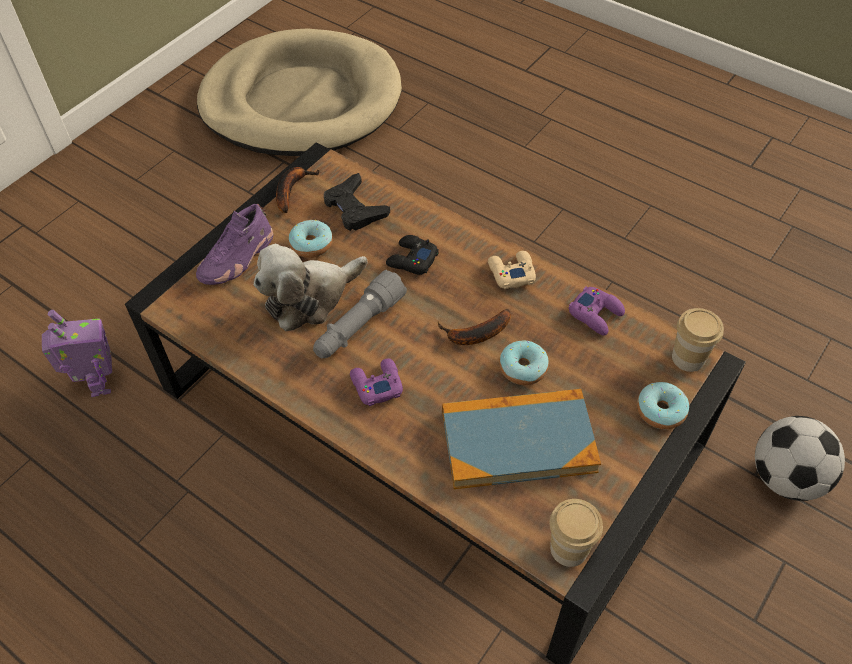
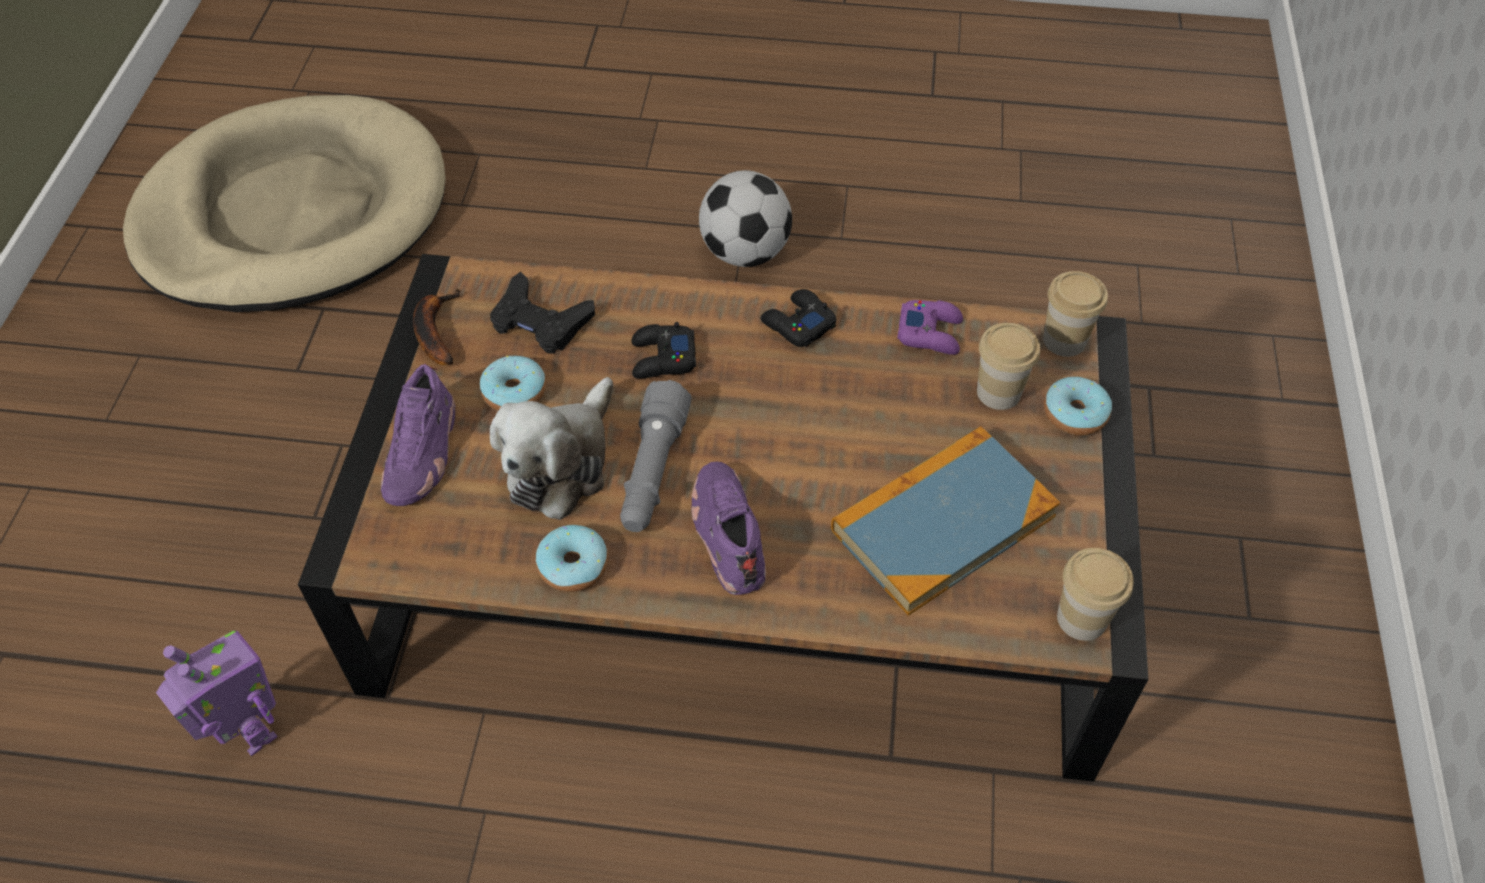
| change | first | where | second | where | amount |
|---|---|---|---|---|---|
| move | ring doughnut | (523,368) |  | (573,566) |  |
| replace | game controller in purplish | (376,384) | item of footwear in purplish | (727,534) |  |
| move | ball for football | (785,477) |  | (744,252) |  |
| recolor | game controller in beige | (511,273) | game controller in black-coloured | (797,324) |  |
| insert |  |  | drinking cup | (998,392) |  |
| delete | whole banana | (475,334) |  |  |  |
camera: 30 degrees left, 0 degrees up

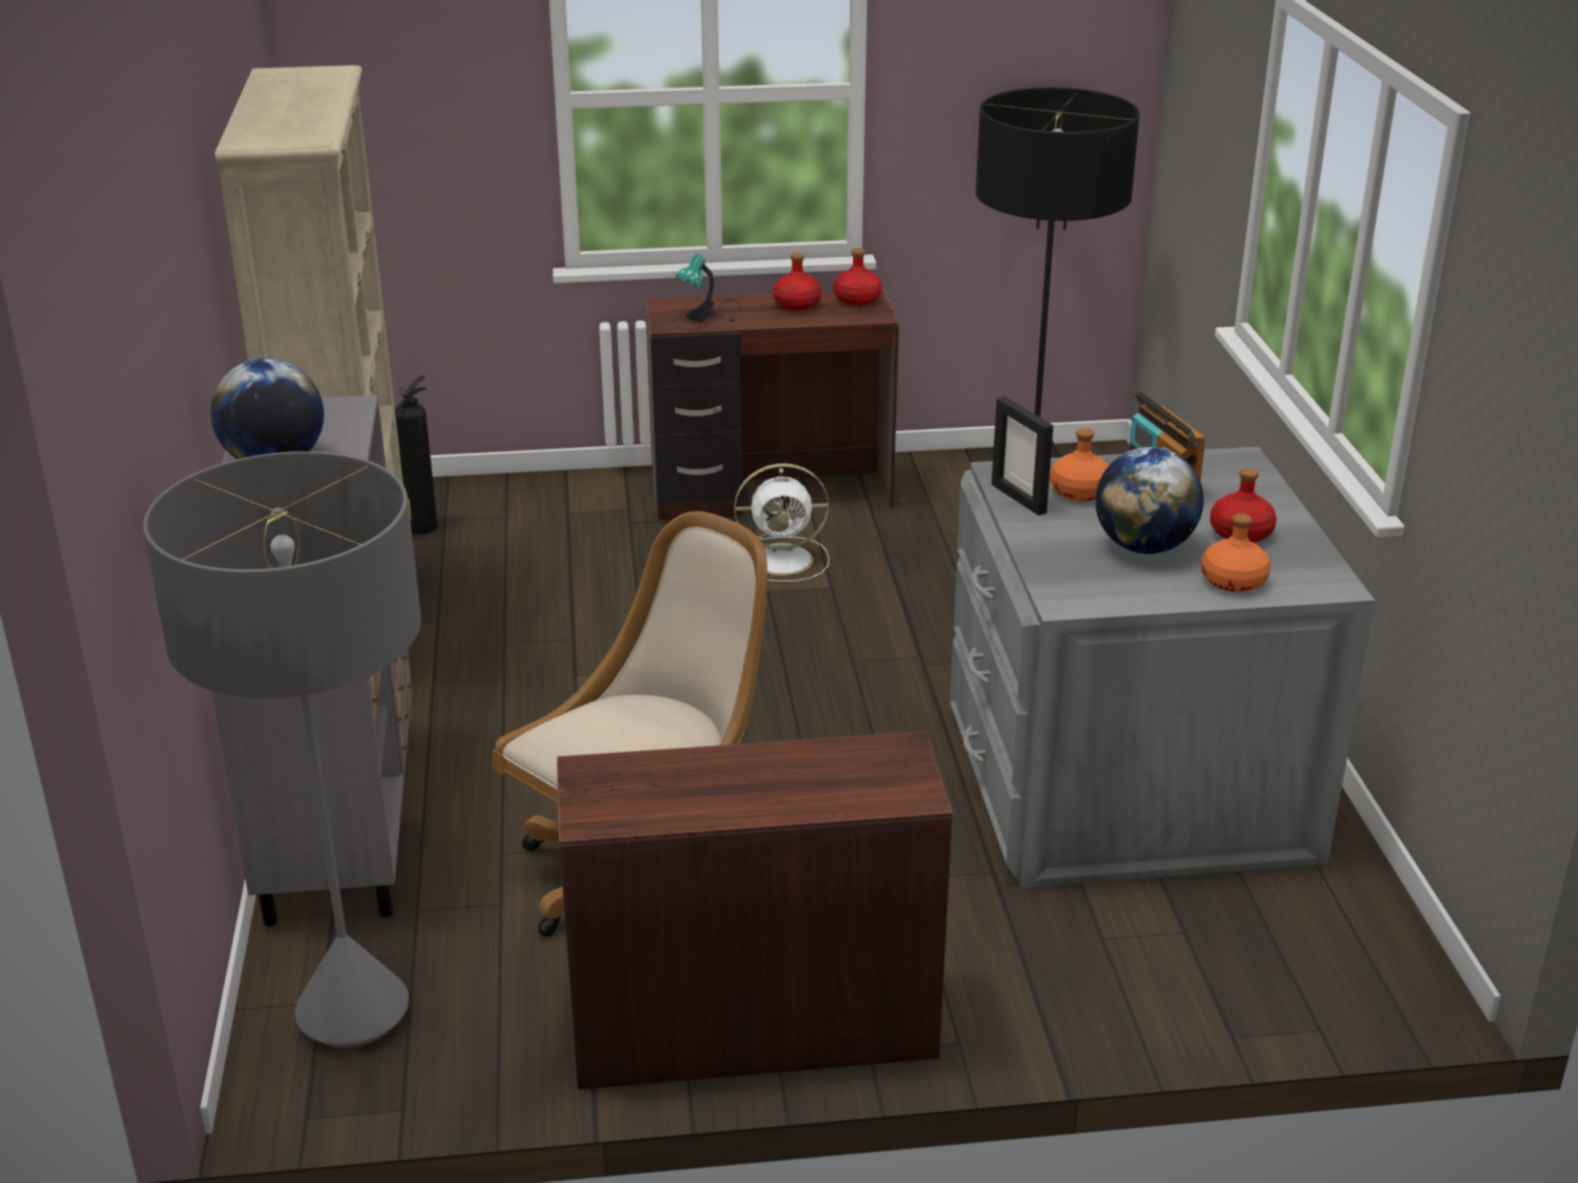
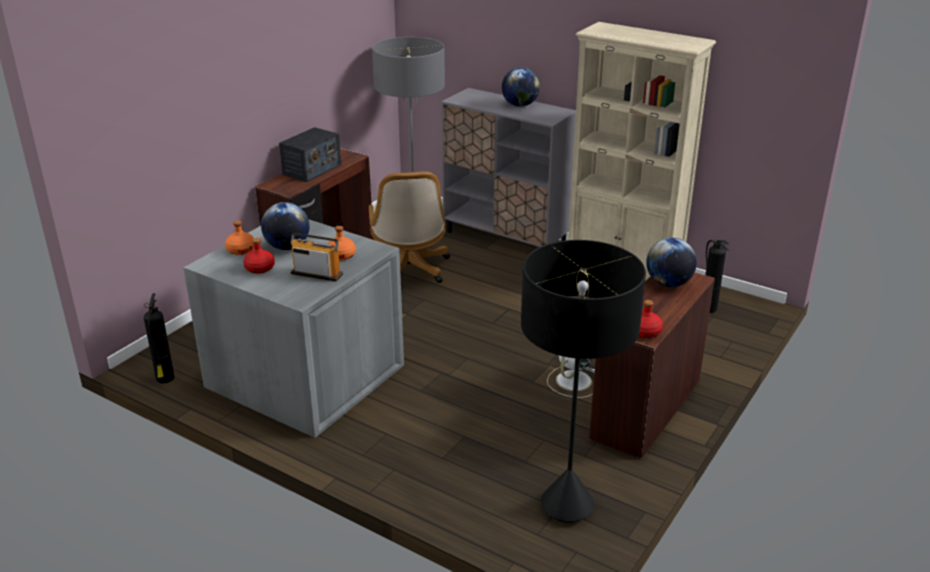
| change | first | where | second | where | amount |
|---|---|---|---|---|---|
| insert |  |  | extinguisher | (165,379) |  |
| insert |  |  | radio set | (311,169) |  |
| replace | tabletop lamp | (708,316) | desk globe | (668,283) |  |
| delete | bottle in red | (797,304) |  |  |  |
| delete | photo frame | (1020,498) |  |  |  |
camera: 130 degrees right, 0 degrees up

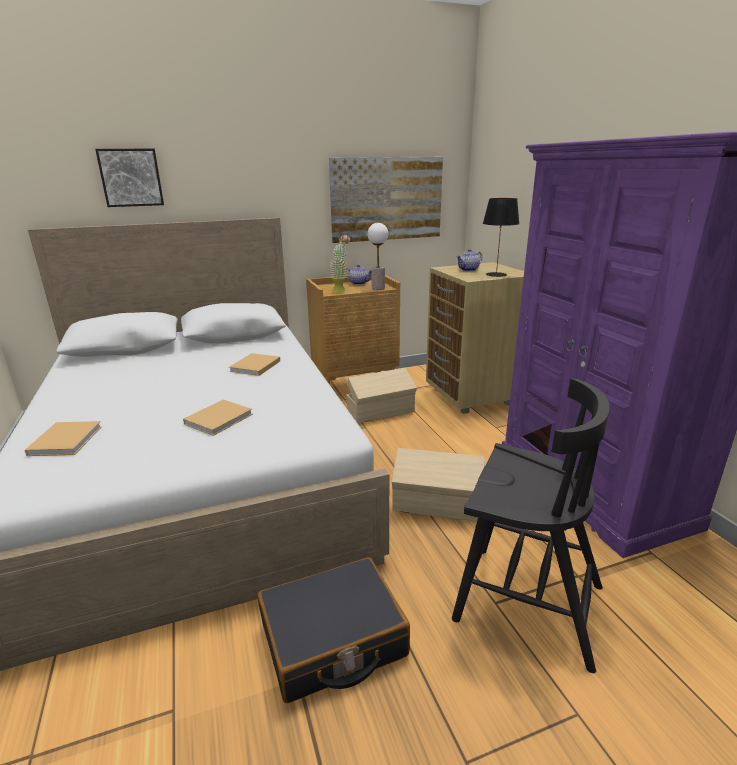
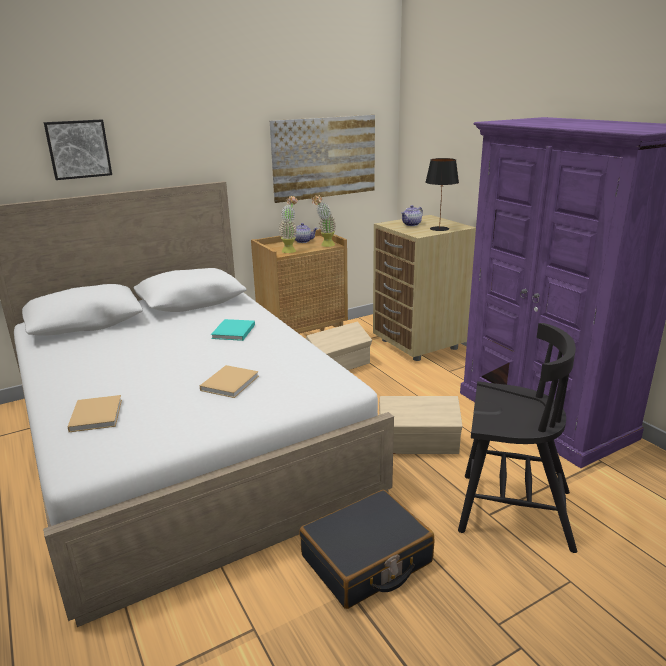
| change | first | where | second | where | amount |
|---|---|---|---|---|---|
| recolor | book in beige | (254,366) | book in turquoise | (233,332) |  |
| replace | tabletop lamp | (378,288) | potted plant | (325,245) |  |
camera: 10 degrees left, 0 degrees up

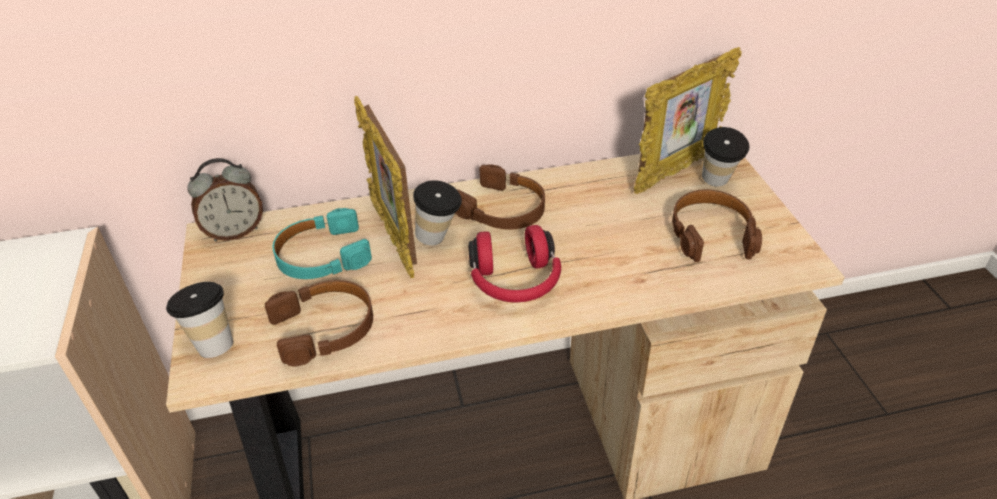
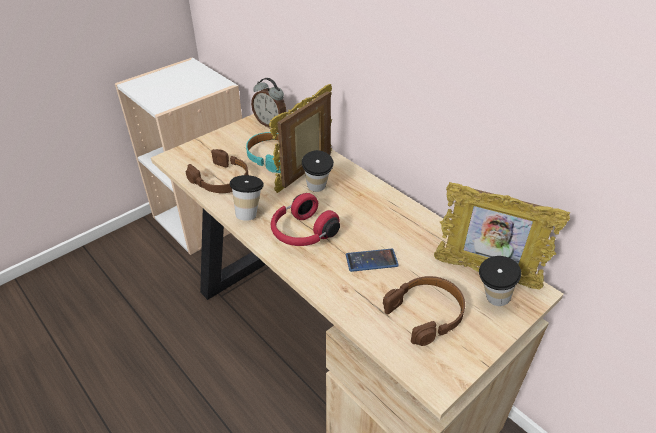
| change | first | where | second | where | amount |
|---|---|---|---|---|---|
| move | drinking cup | (212,342) |  | (249,213) |  |
| insert |  |  | phone | (371,260) |  |
| delete | pair of headphones in brown-coloured | (503,209) |  |  |  |
camera: 60 degrees right, 0 degrees up

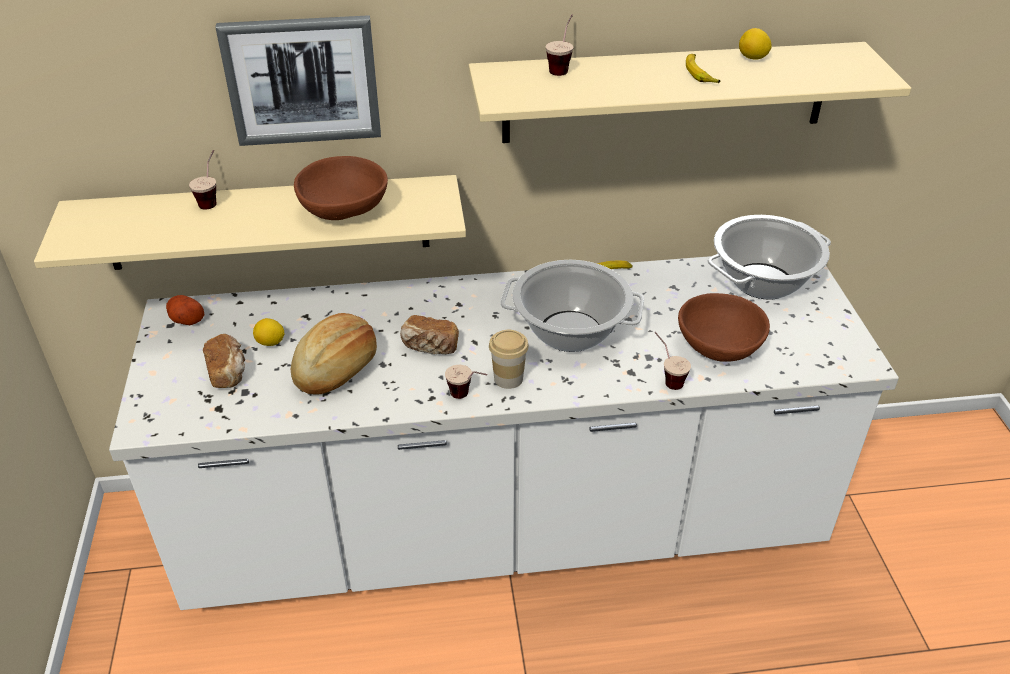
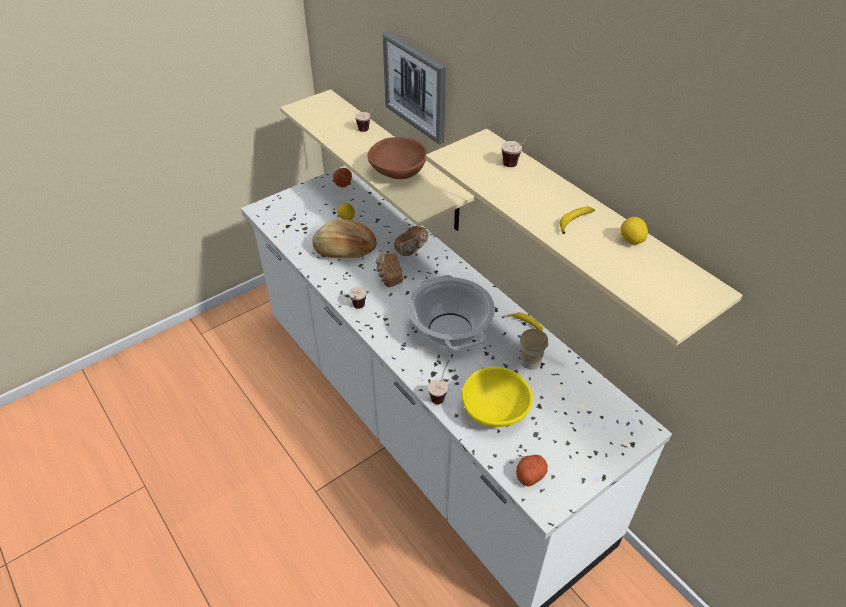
| change | first | where | second | where | amount |
|---|---|---|---|---|---|
| move | bakery bread | (228,372) |  | (412,248) |  |
| recolor | deep dish in brown-coloured | (719,347) | deep dish in yellowish | (494,411) |  |
| insert |  |  | potato | (530,474) |  |
| move | drinking cup | (508,378) |  | (530,361) |  |
| delete | stockpot | (763,281) |  |  |  |
camera: 60 degrees right, 5 degrees up

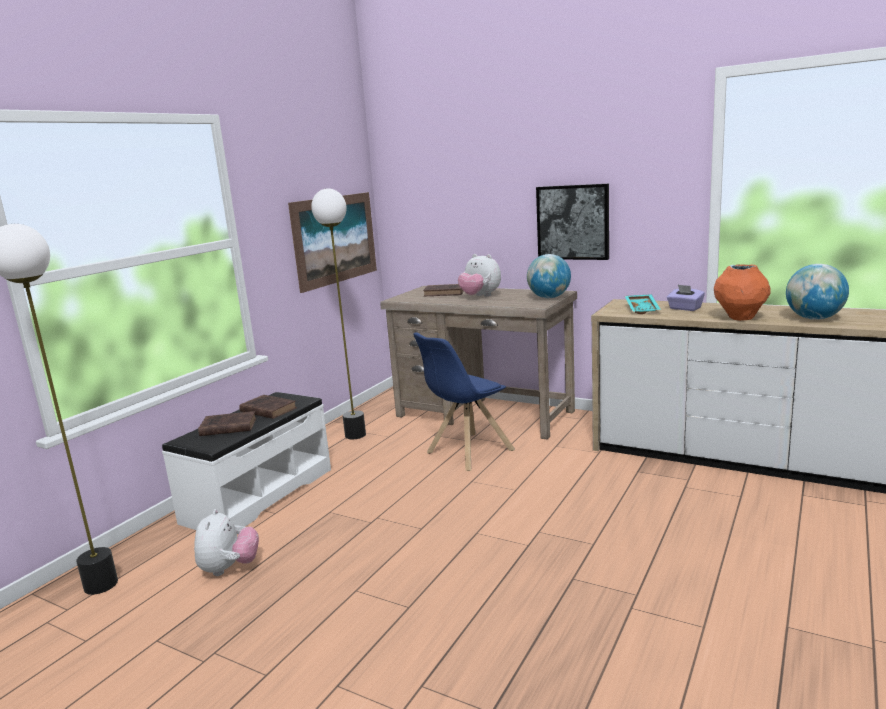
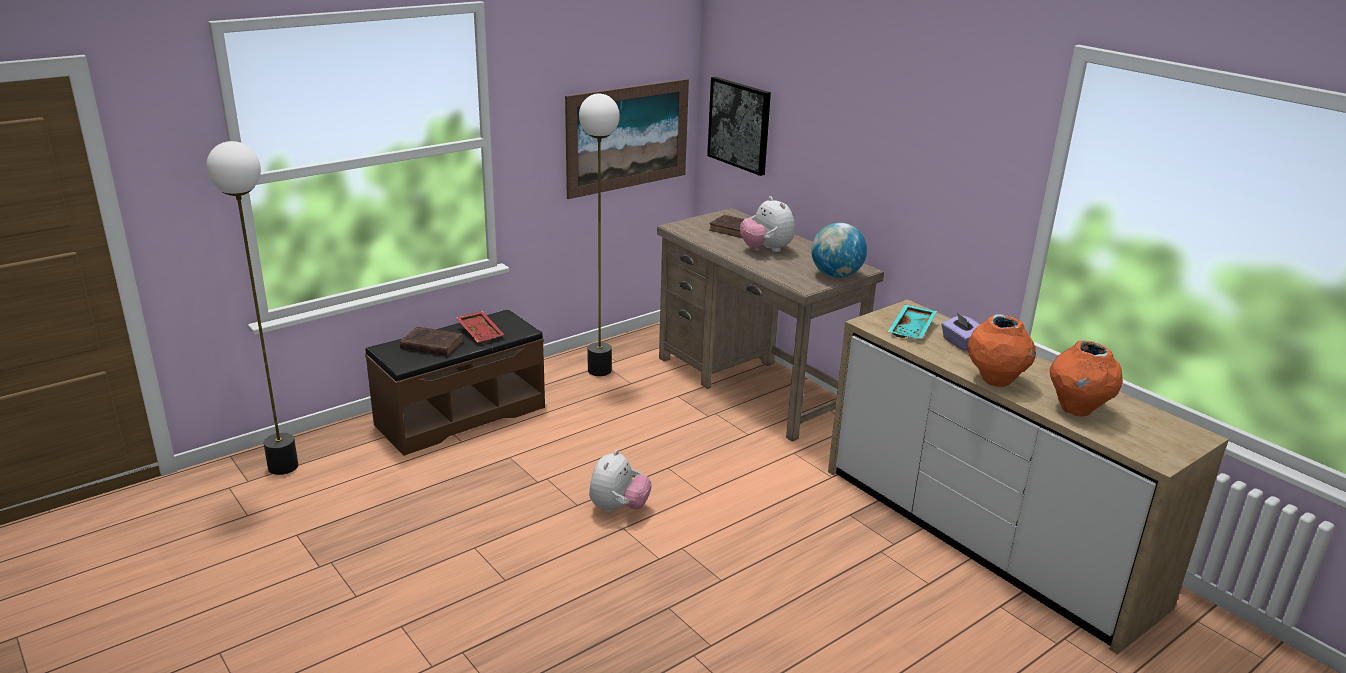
| change | first | where | second | where | amount |
|---|---|---|---|---|---|
| recolor | bench in white-coloured | (258,495) | bench in brown-coloured | (460,415) |  |
| replace | book in brown-coloured | (267,410) | tray in red | (481,333) |  |
| move | cuddly toy | (229,568) |  | (618,508) |  |
| move | picture | (573,222) |  | (739,125) |  |
| replace | desk globe | (814,318) | decorative vase in orange-coloured | (1077,409) |  |
| delete | upright chair in bluish | (467,452) |  |  |  |
camera: 20 degrees right, 10 degrees up

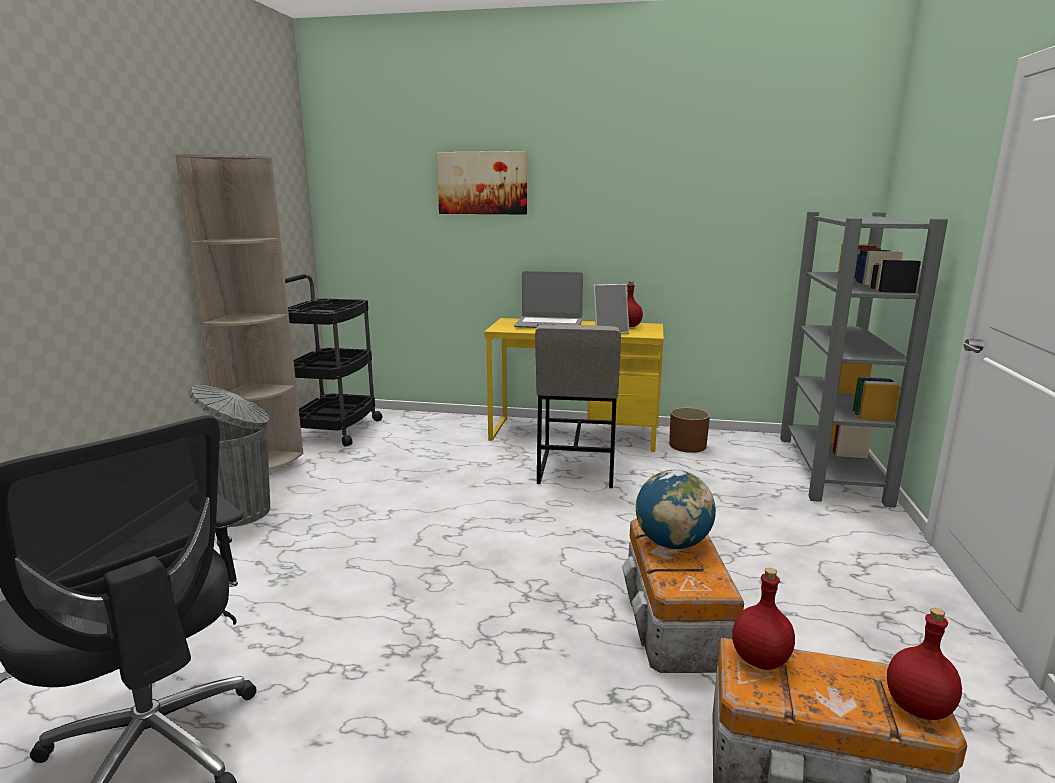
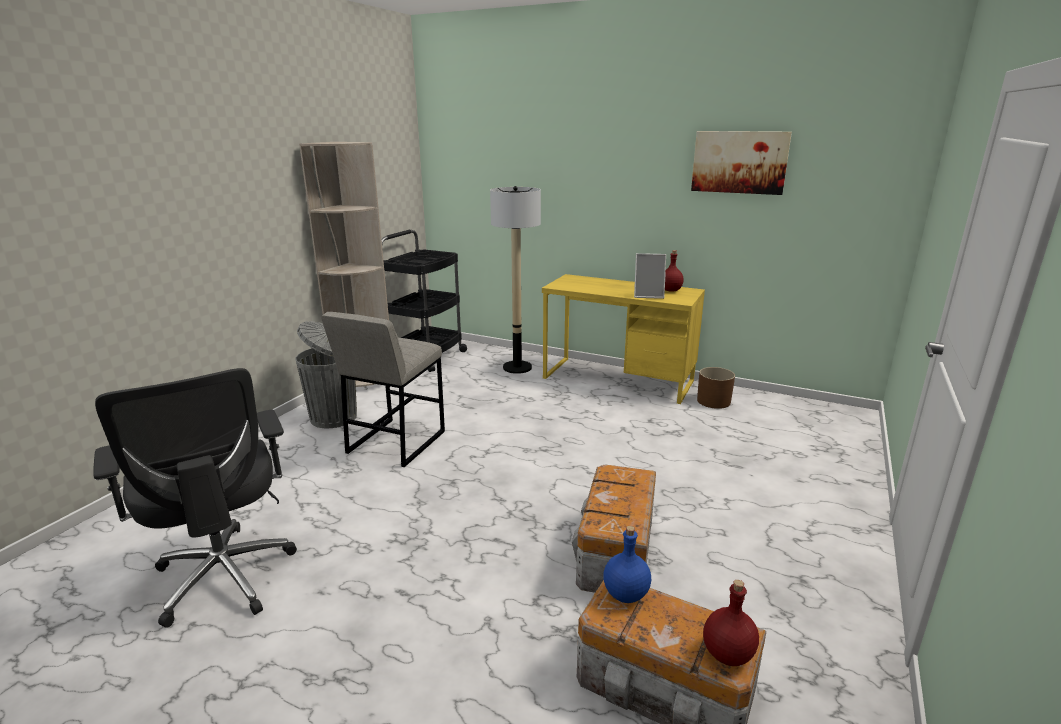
| change | first | where | second | where | amount |
|---|---|---|---|---|---|
| move | upright chair in gray | (576,470) |  | (395,443) |  |
| insert |  |  | floor lamp | (517,367) |  |
| recolor | bottle in red | (759,659) | bottle in bluish | (625,593) |  |
| move | picture | (482,183) |  | (739,162) |  |
| delete | notebook computer | (548,324) |  |  |  |
| delete | desk globe | (672,543) |  |  |  |
| delete | shelving unit in gray | (831,469) |  |  |  |
camera: 15 degrees right, 5 degrees up

